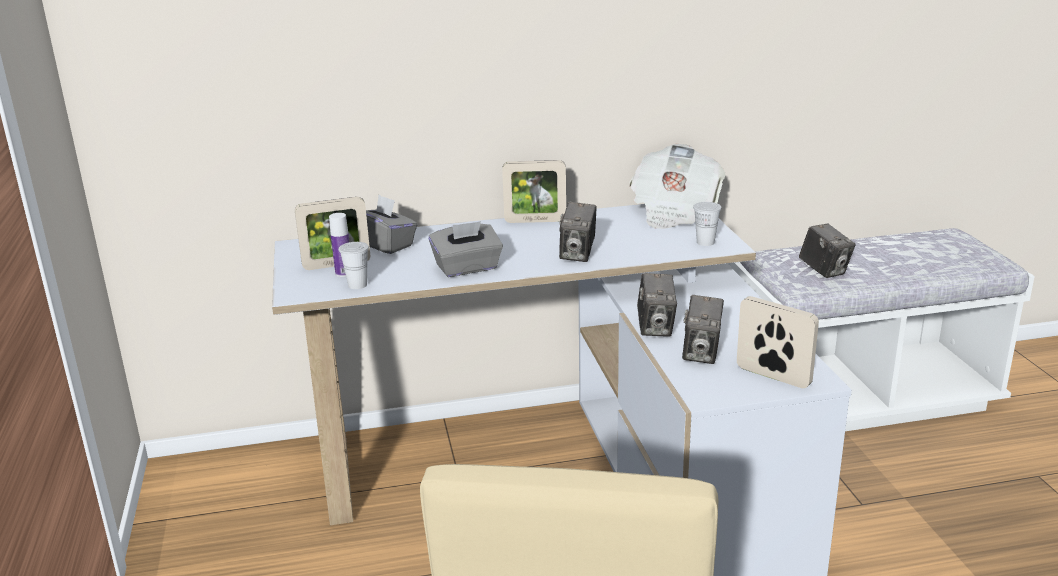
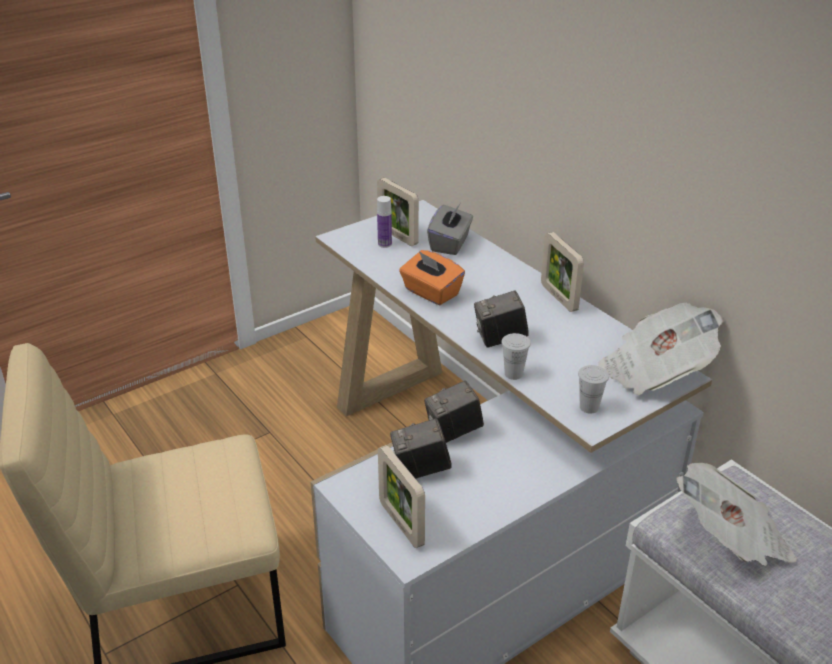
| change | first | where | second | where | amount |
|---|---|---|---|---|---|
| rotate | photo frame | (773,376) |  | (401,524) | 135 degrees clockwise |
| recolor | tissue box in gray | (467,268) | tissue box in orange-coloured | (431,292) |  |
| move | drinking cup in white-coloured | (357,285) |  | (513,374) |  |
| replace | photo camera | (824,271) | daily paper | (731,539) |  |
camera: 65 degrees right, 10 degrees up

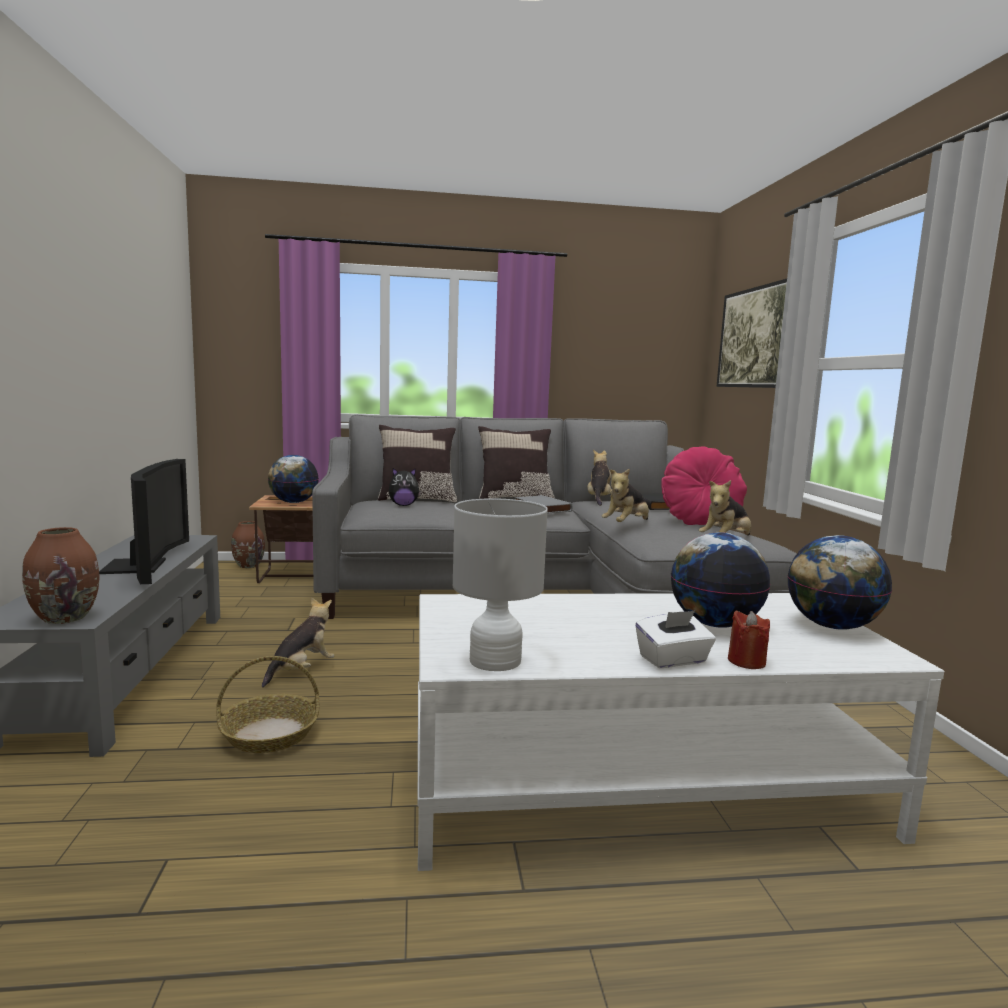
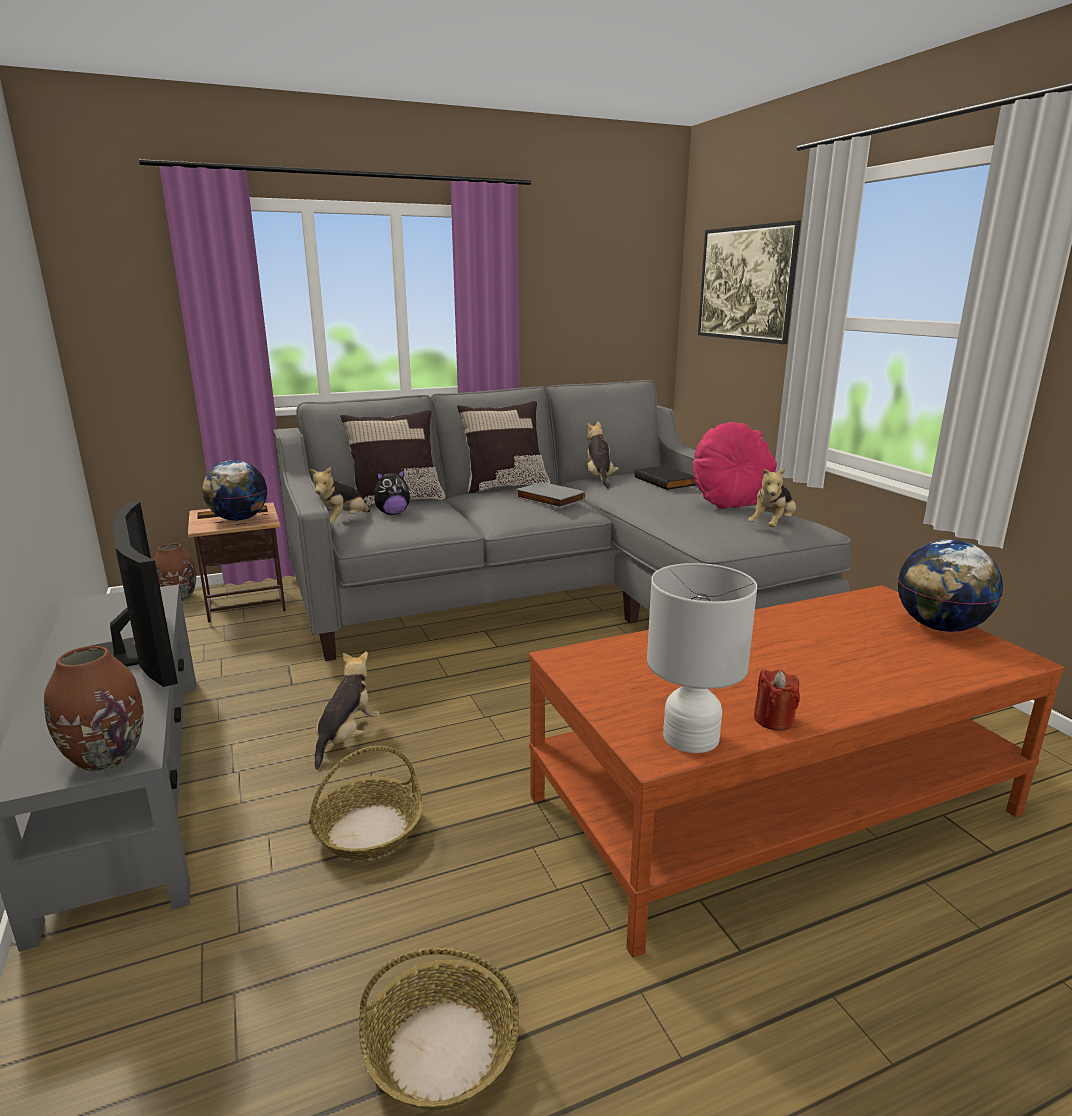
| change | first | where | second | where | amount |
|---|---|---|---|---|---|
| move | cuddly toy | (626,525) |  | (342,523) |  |
| insert |  |  | storage basket | (443,1048) |  |
| recolor | low table in white-coloured | (640,784) | low table in brown-coloured | (773,805) |  |
| move | wax light in red | (746,661) |  | (773,720) |  |
| delete | tissue box in white-coloured | (673,660) |  |  |  |
| delete | desk globe | (715,624) |  |  |  |
camera: 15 degrees left, 10 degrees up

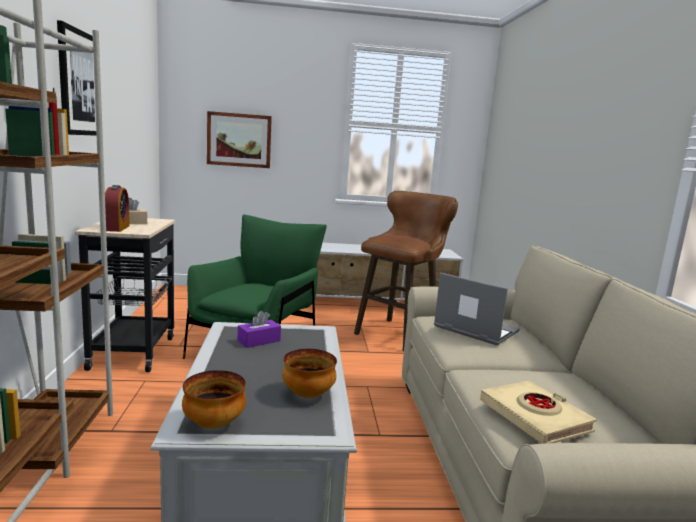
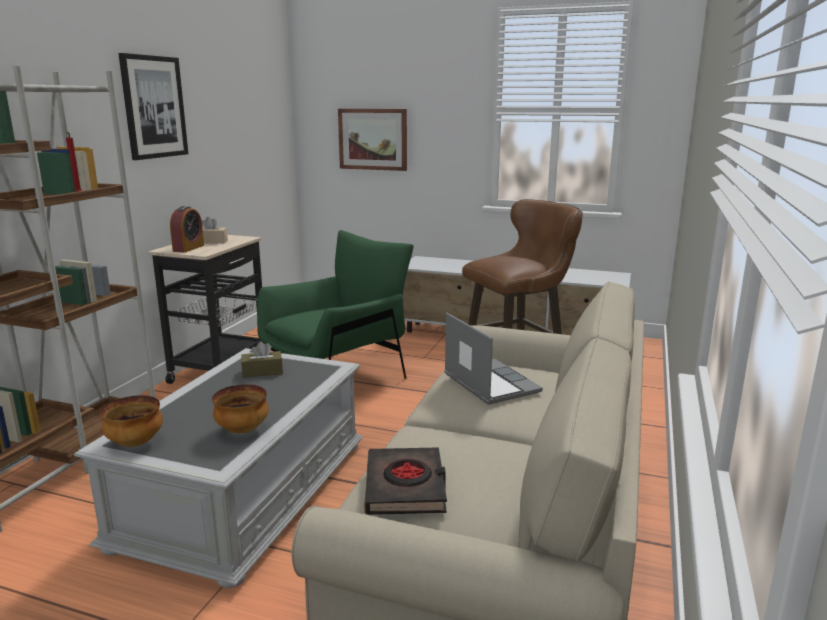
| change | first | where | second | where | amount |
|---|---|---|---|---|---|
| recolor | tissue box in purplish | (259,341) | tissue box in brown-coloured | (262,372) |  |
| recolor | book in beige | (534,417) | book in black-coloured | (405,487) |  |
camera: 25 degrees right, 5 degrees up

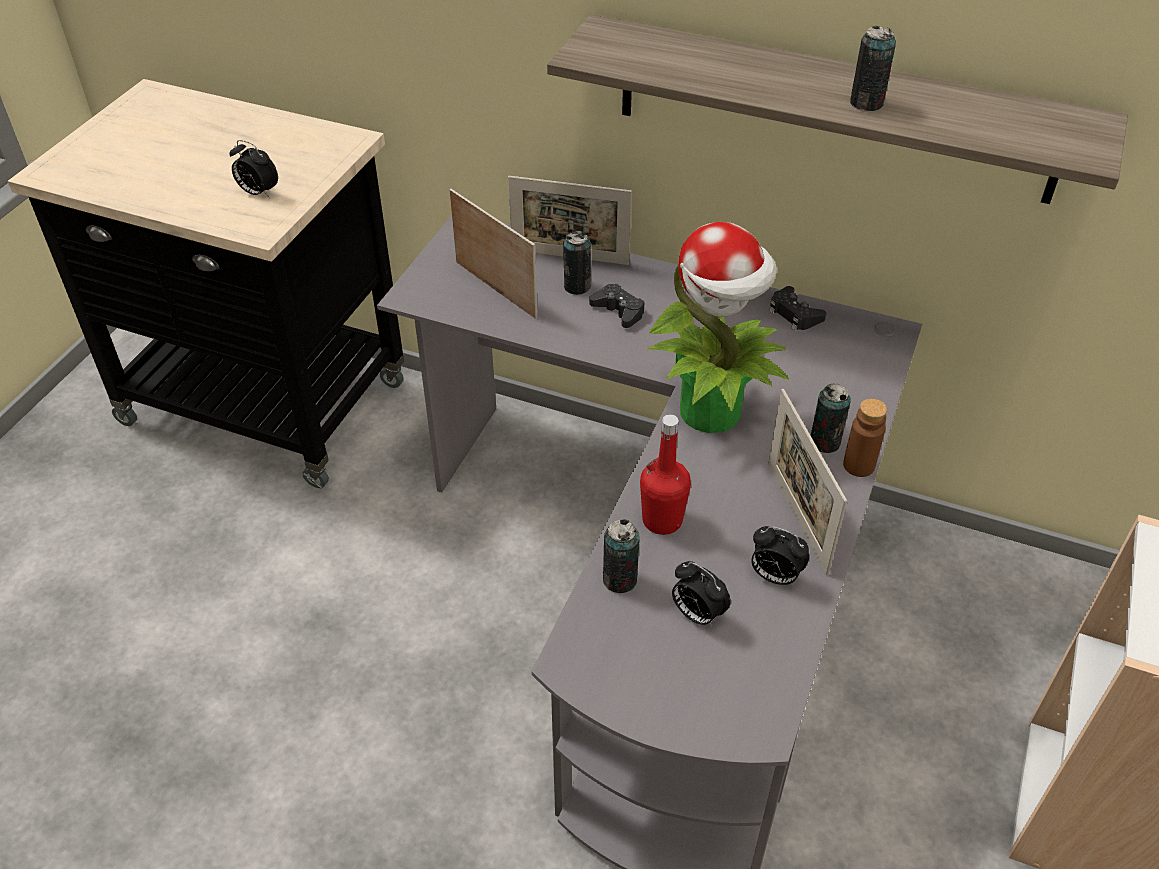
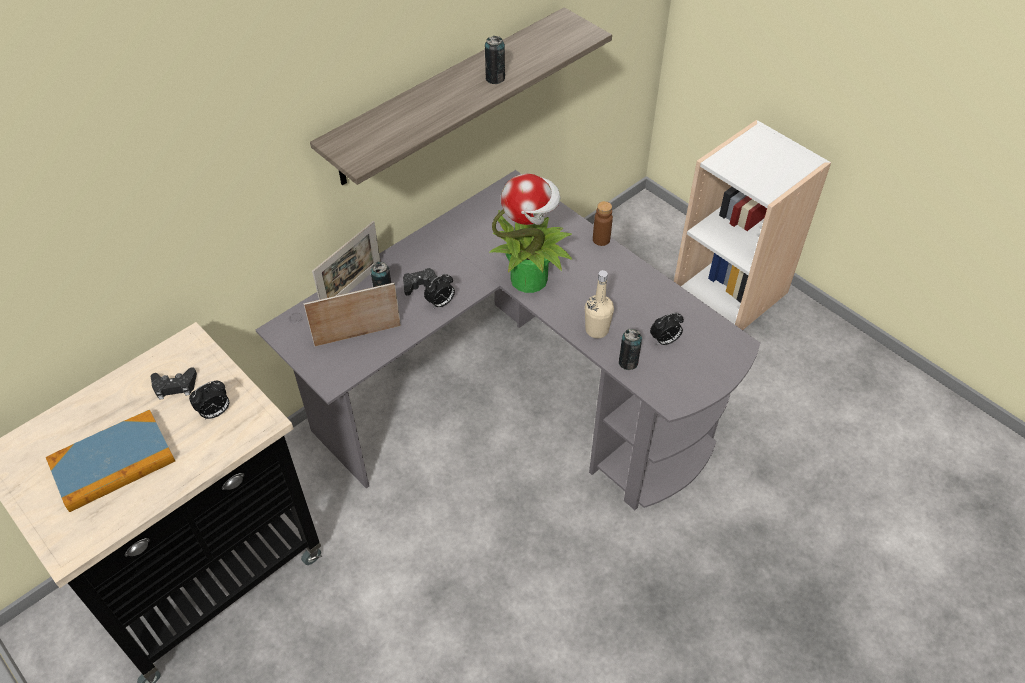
| change | first | where | second | where | amount |
|---|---|---|---|---|---|
| insert |  |  | book | (113,463) |  |
| move | game controller in black-coloured | (794,314) |  | (175,386) |  |
| move | bedside clock | (774,576) |  | (440,303) |  |
| recolor | bottle in red | (662,520) | bottle in beige | (597,330) |  |
| delete | photo frame | (797,517) |  |  |  |
| delete | can | (824,442) |  |  |  |
camera: 65 degrees left, 5 degrees up

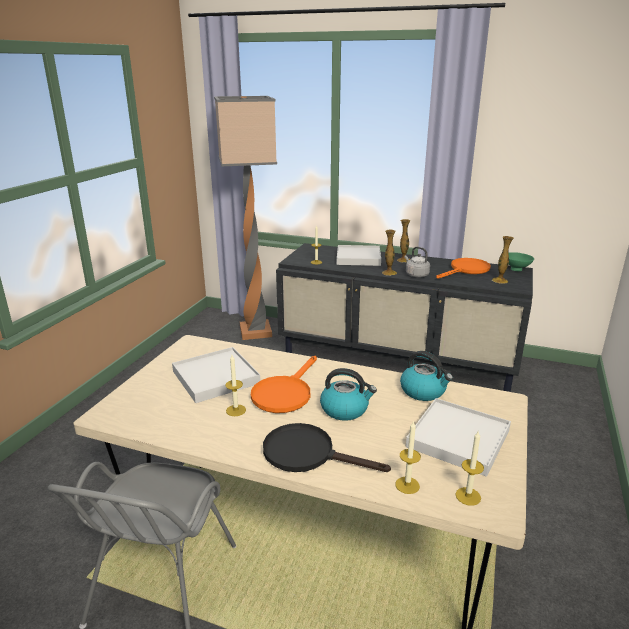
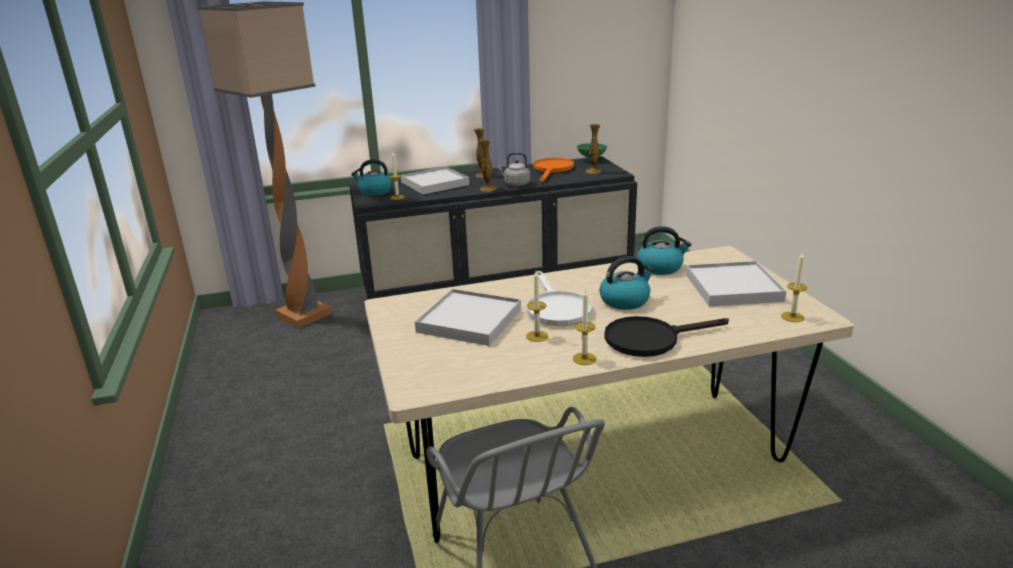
| change | first | where | second | where | amount |
|---|---|---|---|---|---|
| insert |  |  | tea kettle | (375,191) |  |
| recolor | pan in orange-coloured | (285,393) | pan in white-coloured | (556,308) |  |
| move | wax light | (407,485) |  | (584,358) |  |
camera: 35 degrees left, 0 degrees up

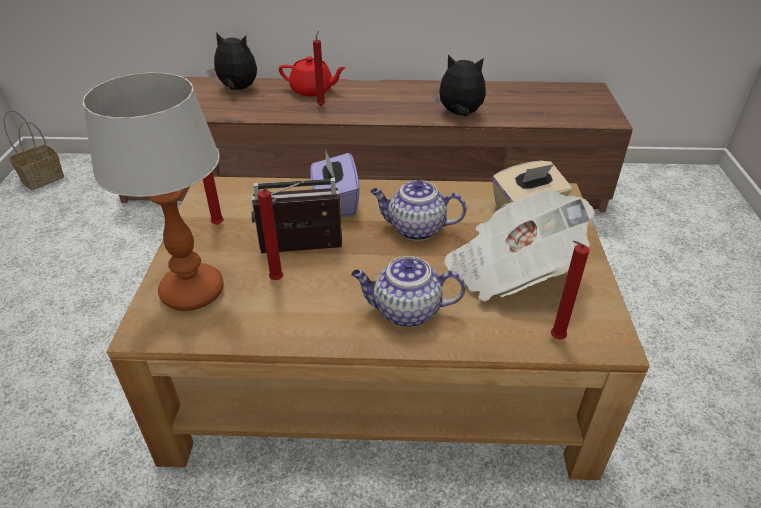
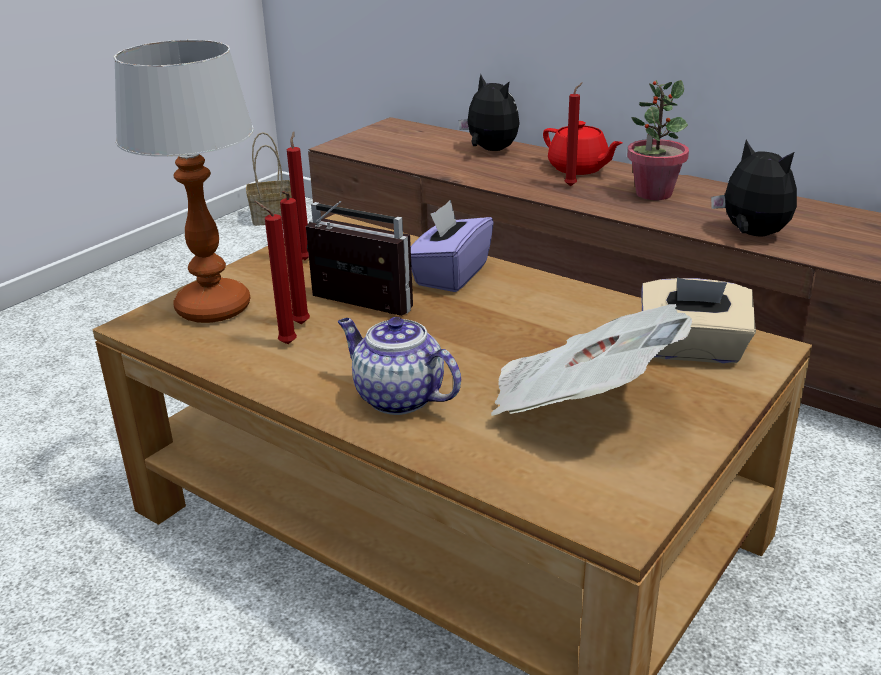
| change | first | where | second | where | amount |
|---|---|---|---|---|---|
| move | wax light in red | (555,339) |  | (285,343) |  |
| insert |  |  | potted plant | (653,193) |  |
| delete | pot for tea | (415,229) |  |  |  |
camera: 35 degrees right, 10 degrees down

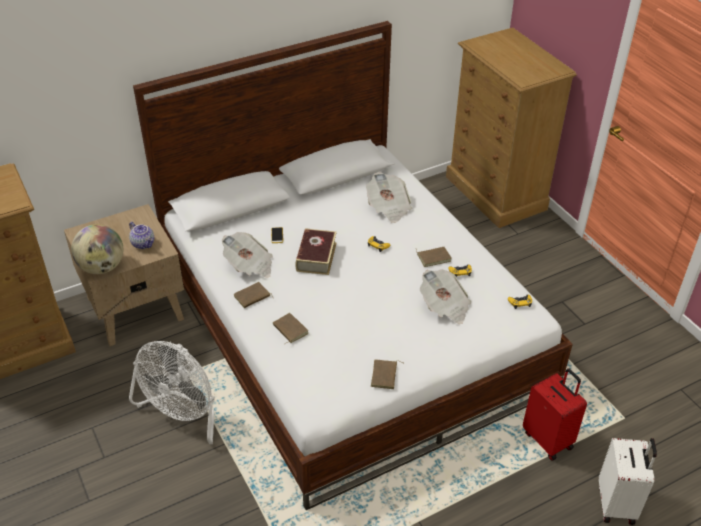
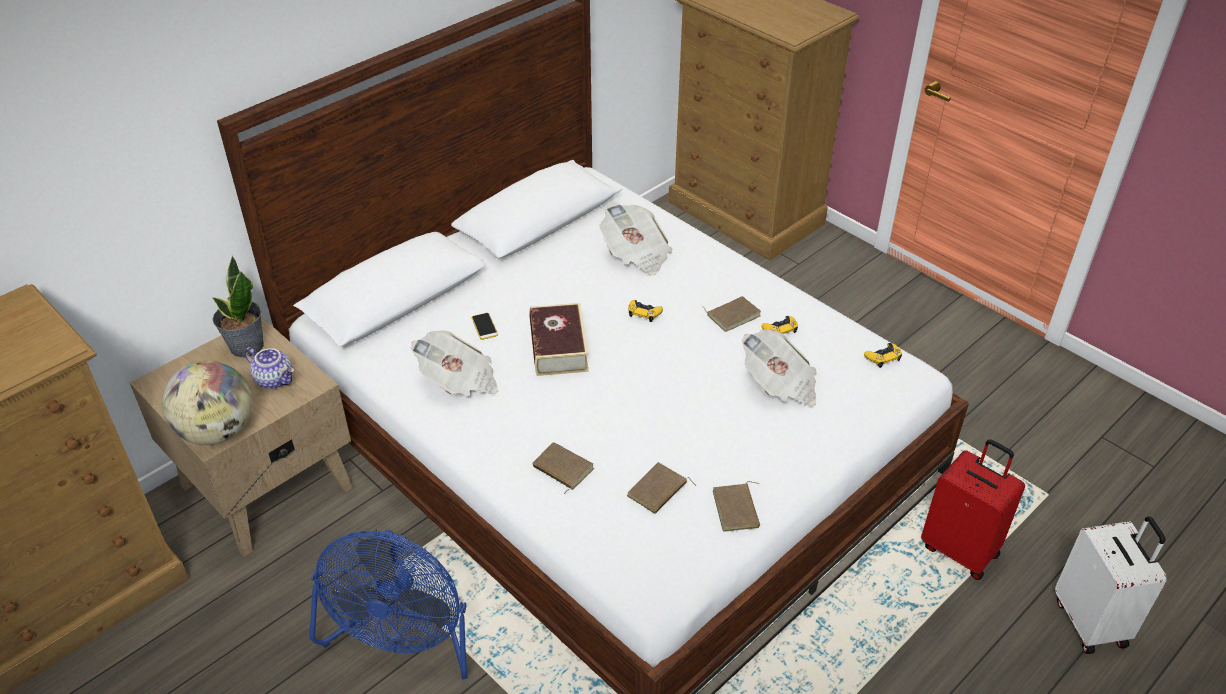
| change | first | where | second | where | amount |
|---|---|---|---|---|---|
| insert |  |  | potted plant | (246,346) |  |
| recolor | cooling fan in white-coloured | (183,409) | cooling fan in bluish | (400,633) |  |
| move | book in brown-coloured | (252,297) |  | (658,491) |  |
camera: 15 degrees left, 0 degrees up

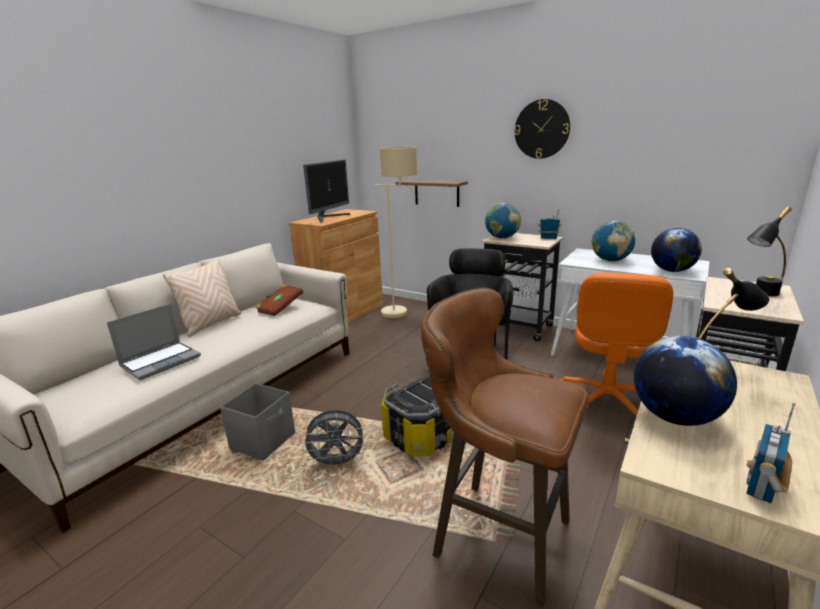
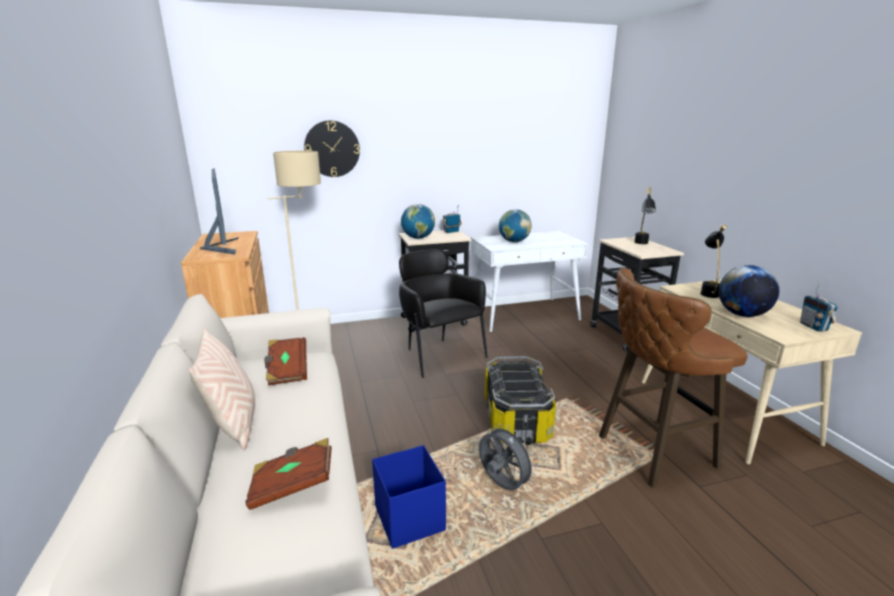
| change | first | where | second | where | amount |
|---|---|---|---|---|---|
| replace | notebook computer | (161,361) | book in brown-coloured | (292,486) |  |
| move | hanging clock | (542,129) |  | (332,149) |  |
| recolor | storage bin in gray | (264,440) | storage bin in bluish | (409,518) |  |
| rotate | cooling fan in gray | (337,463) |  | (502,485) | 75 degrees counterclockwise |
| delete | bracket shelf | (436,193) |  |  |  |
| delete | desk chair in orange-coloured | (606,400) |  |  |  |
| delete | desk globe | (672,271) |  |  |  |
camera: 50 degrees left, 0 degrees up

